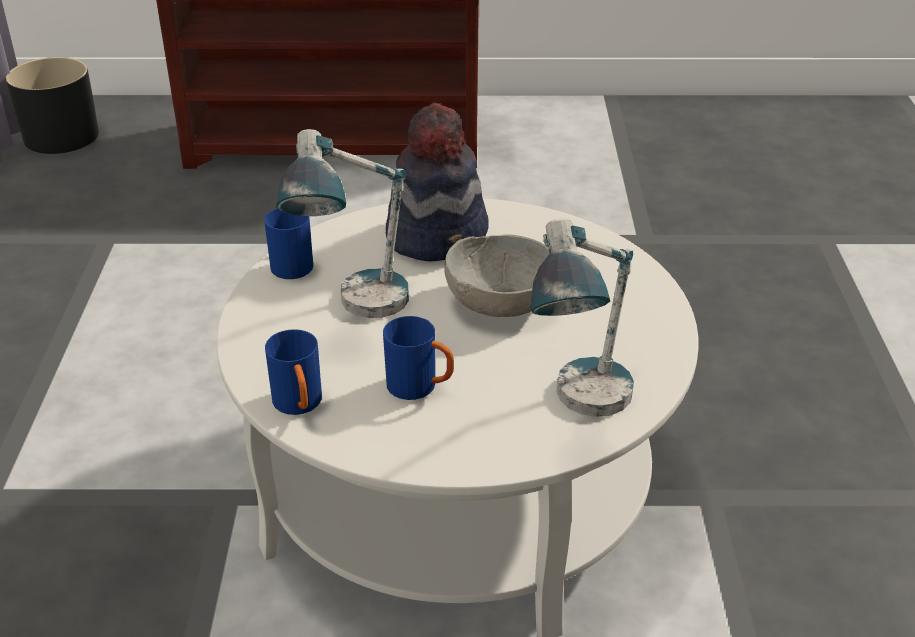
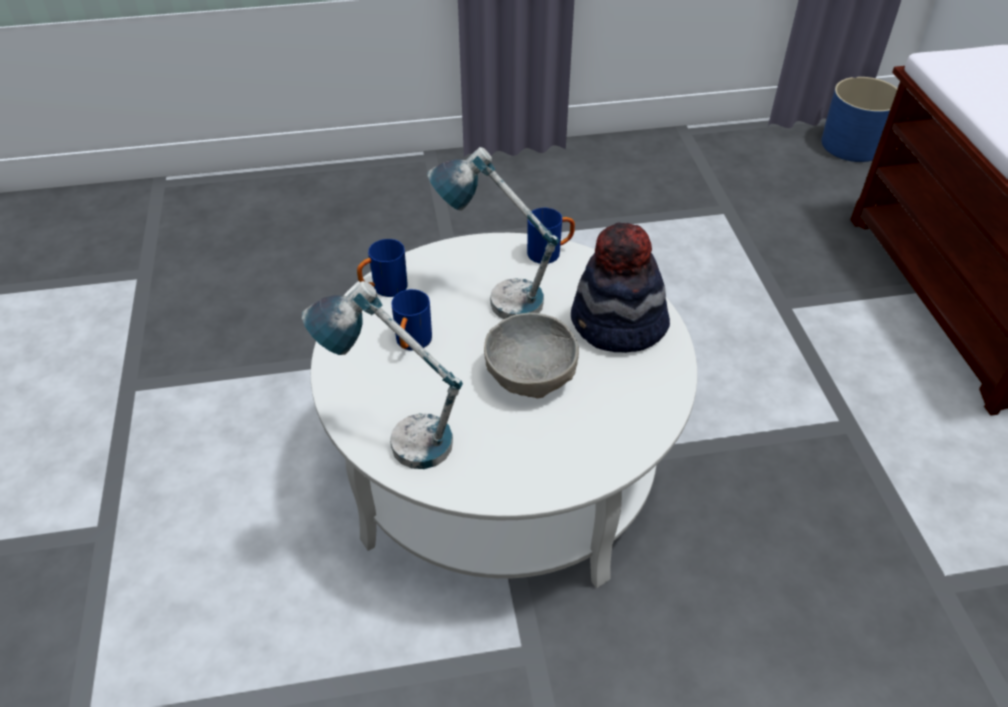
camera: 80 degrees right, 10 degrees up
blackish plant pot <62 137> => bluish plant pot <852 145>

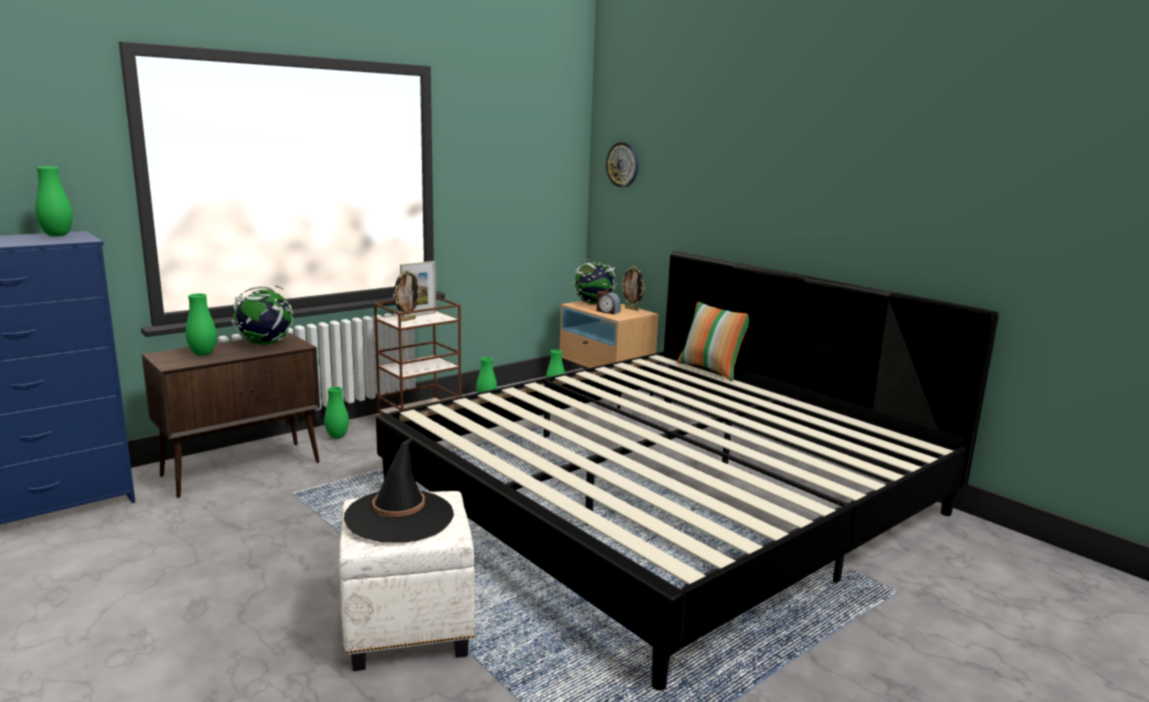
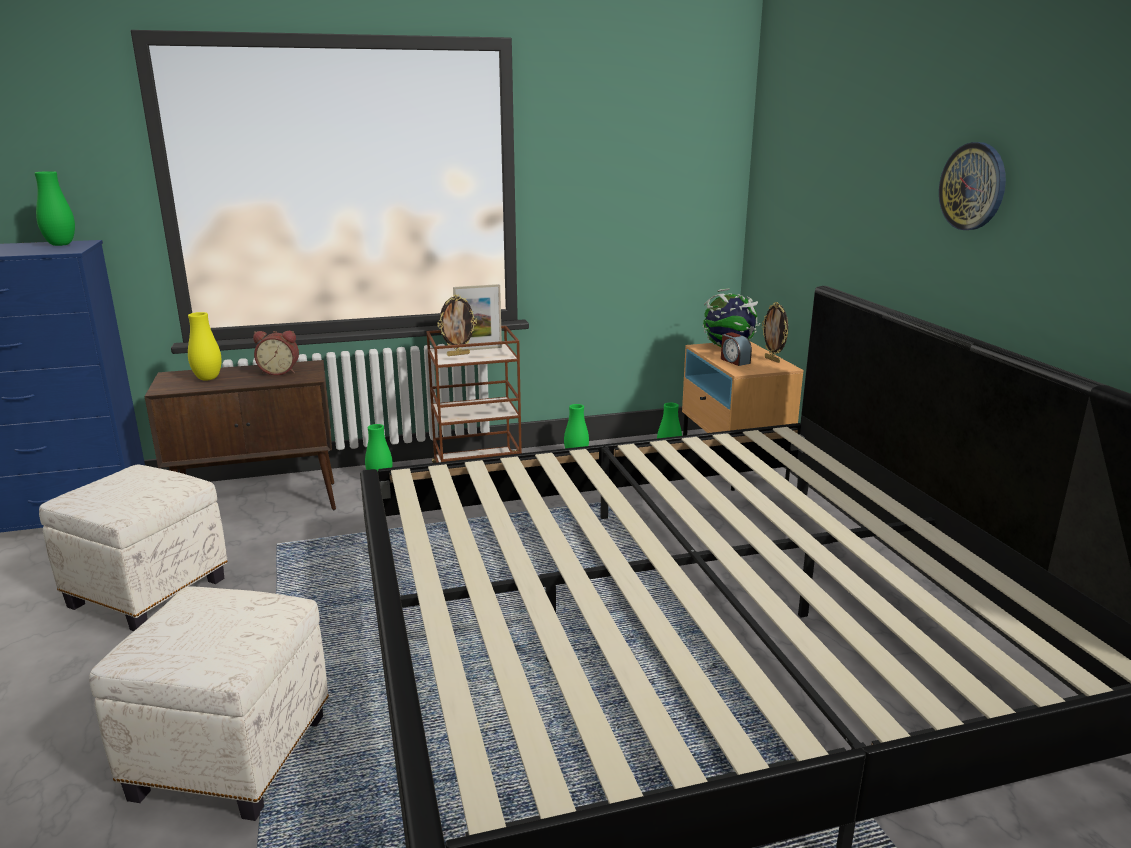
camera: 25 degrees right, 5 degrees up
hanging clock <623 164> => hanging clock <973 186>, relocated
world globe <264 344> => table clock <279 372>
greenish vase <203 354> => yellow-coloured vase <208 378>
throw pillow <711 370> => nothing
blackish clothing hat <399 516> => nothing
nothing => white ottoman <149 591>

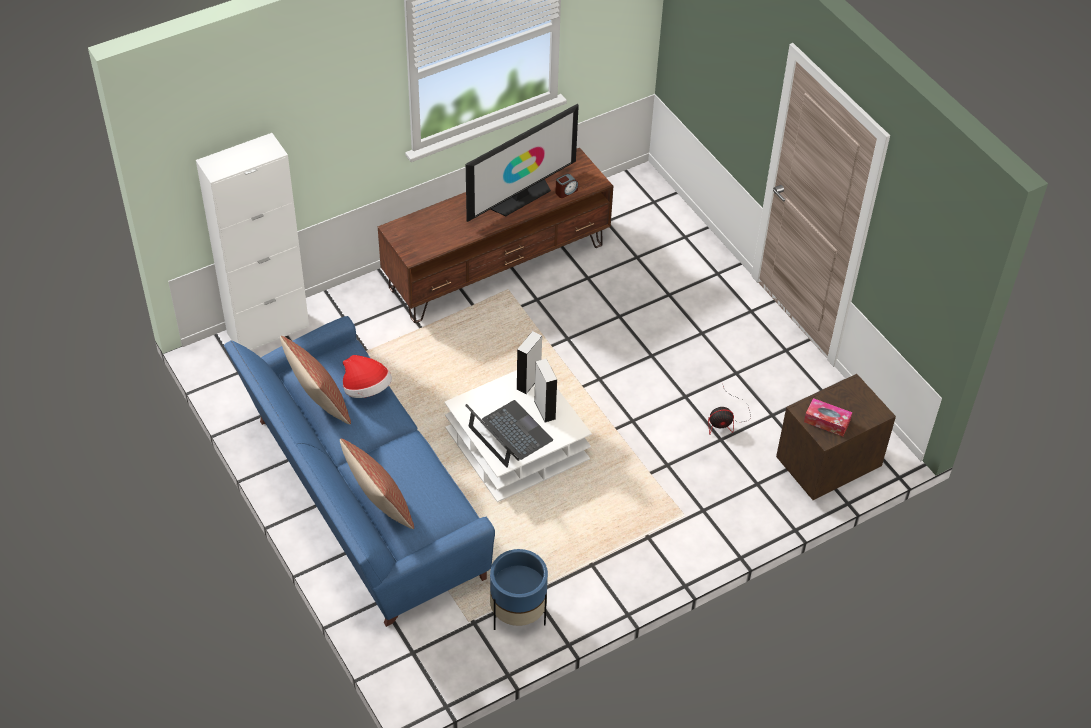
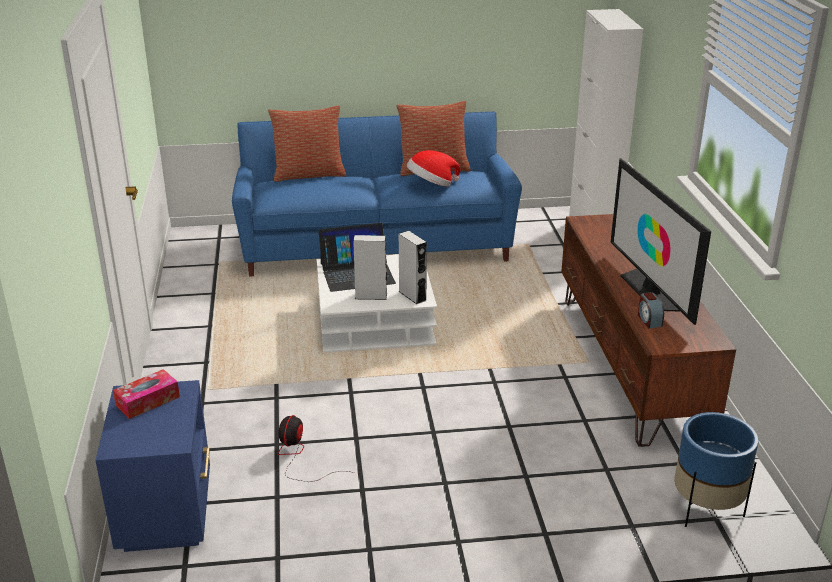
camera: 115 degrees right, 20 degrees down
brownish night table <825 466> => bluish night table <168 512>
bluish plant pot <518 614> => bluish plant pot <706 509>, relocated

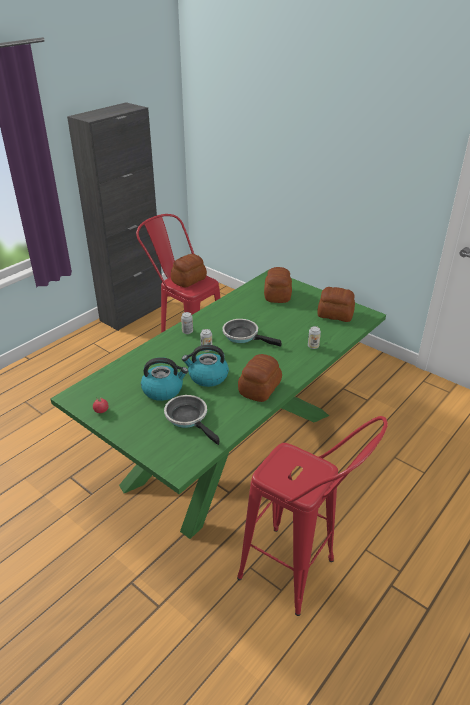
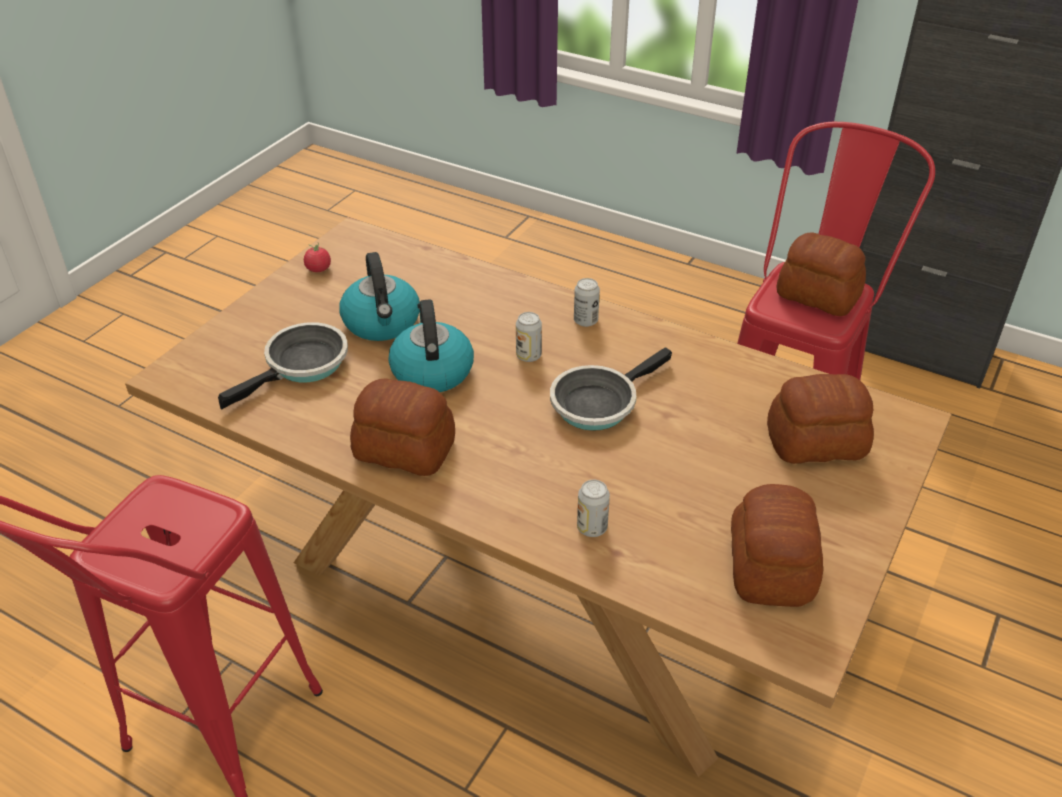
camera: 80 degrees right, 5 degrees up
greenish dining table <233 447> => brownish dining table <533 591>
pan <243 336> => pan <598 403>, 150 degrees counterclockwise

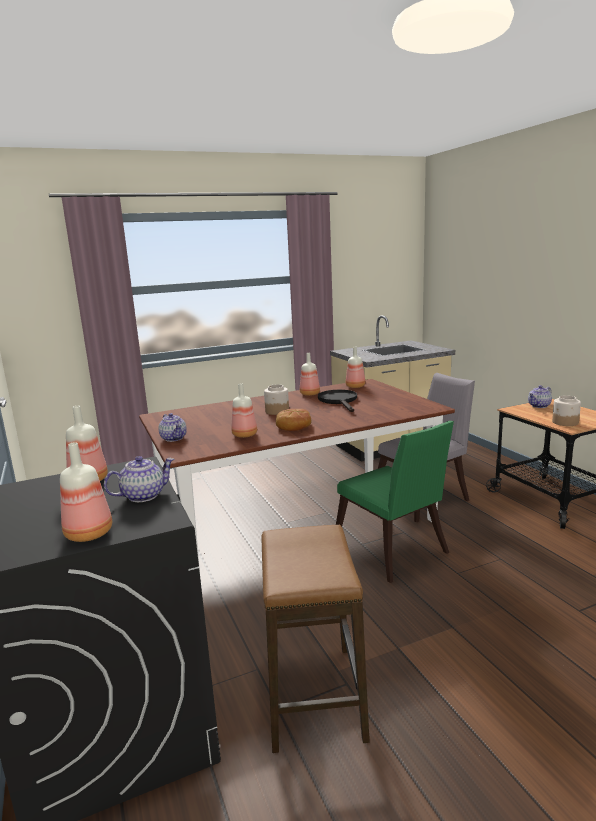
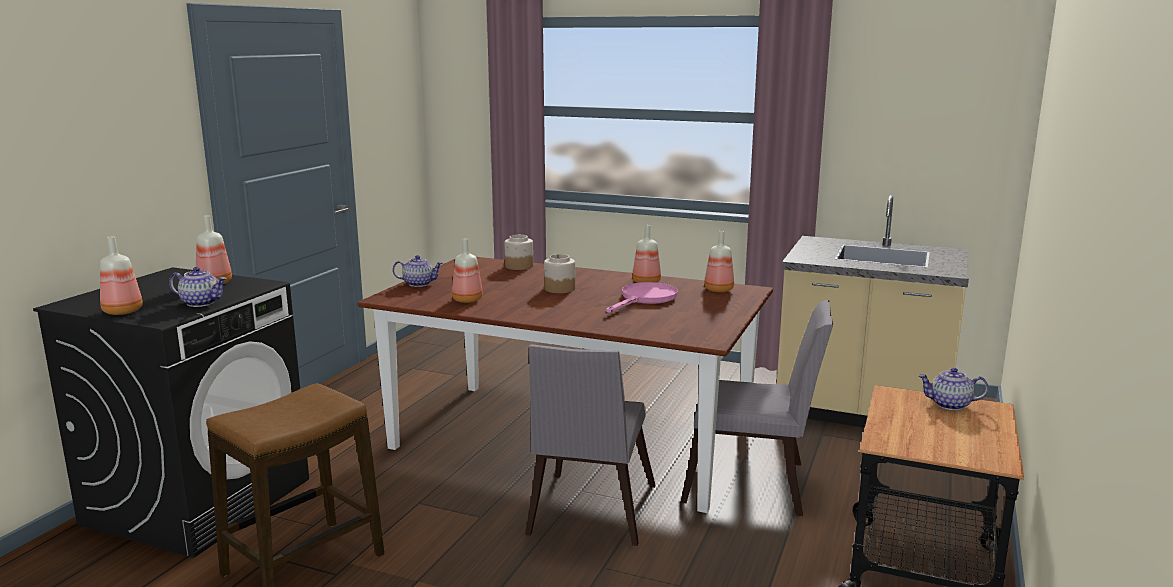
camera: 45 degrees right, 0 degrees up
blackish pan <339 401> => pink pan <645 299>
jar <565 422> => jar <518 266>, relocated
baked bread <293 426> => nothing
teapot <174 438> => teapot <419 284>, 105 degrees counterclockwise
greenish plain chair <393 553> => gray plain chair <588 514>

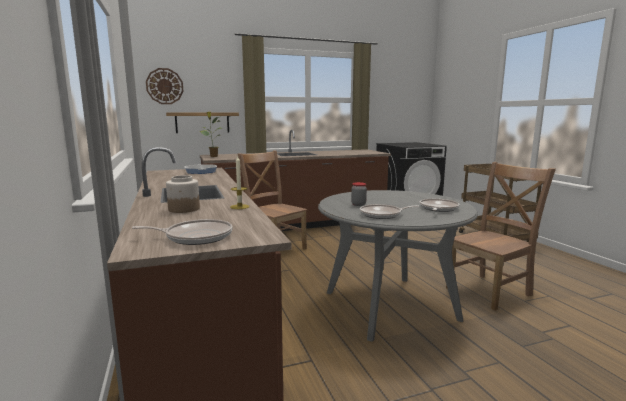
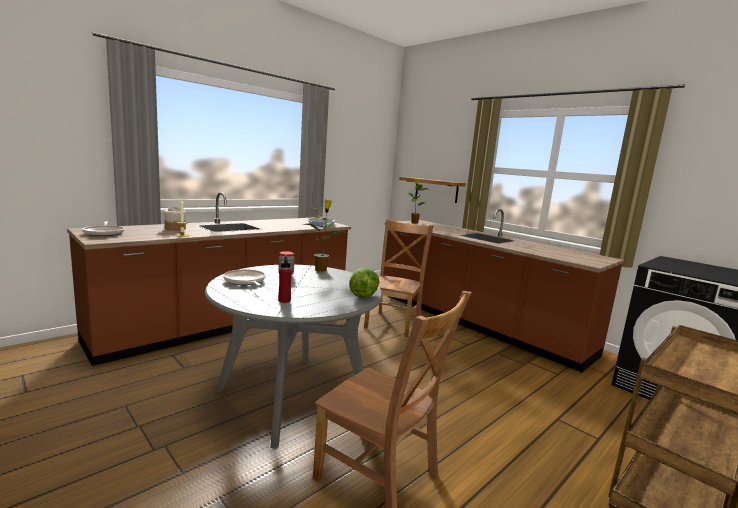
camera: 65 degrees right, 0 degrees up
hanging clock <164 86> => nothing
pan <438 209> => reddish drink bottle <284 300>
nothing => plant in a pot <321 270>
nothing => head of lettuce <363 295>

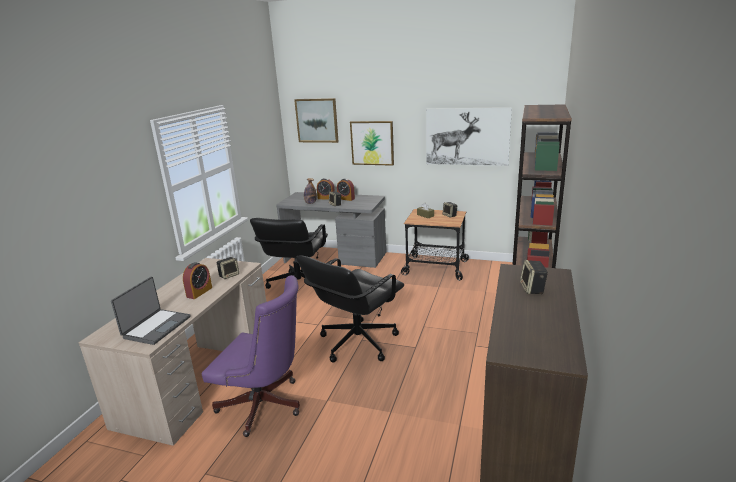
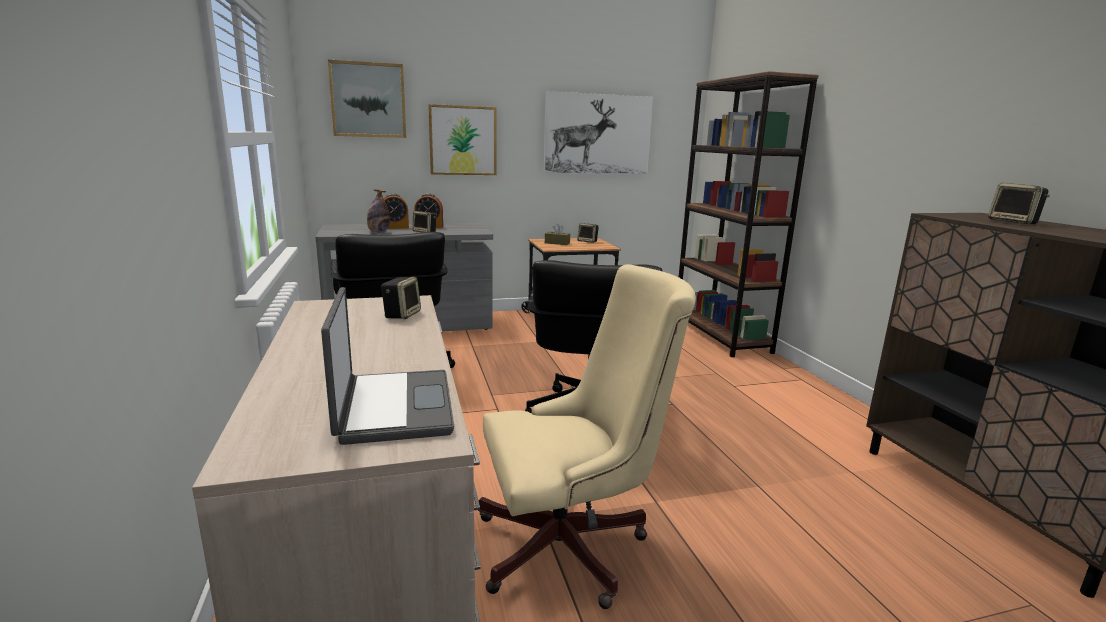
camera: 35 degrees left, 5 degrees down
table clock <199 292> => nothing
purple office chair <265 406> => beige-coloured office chair <572 546>

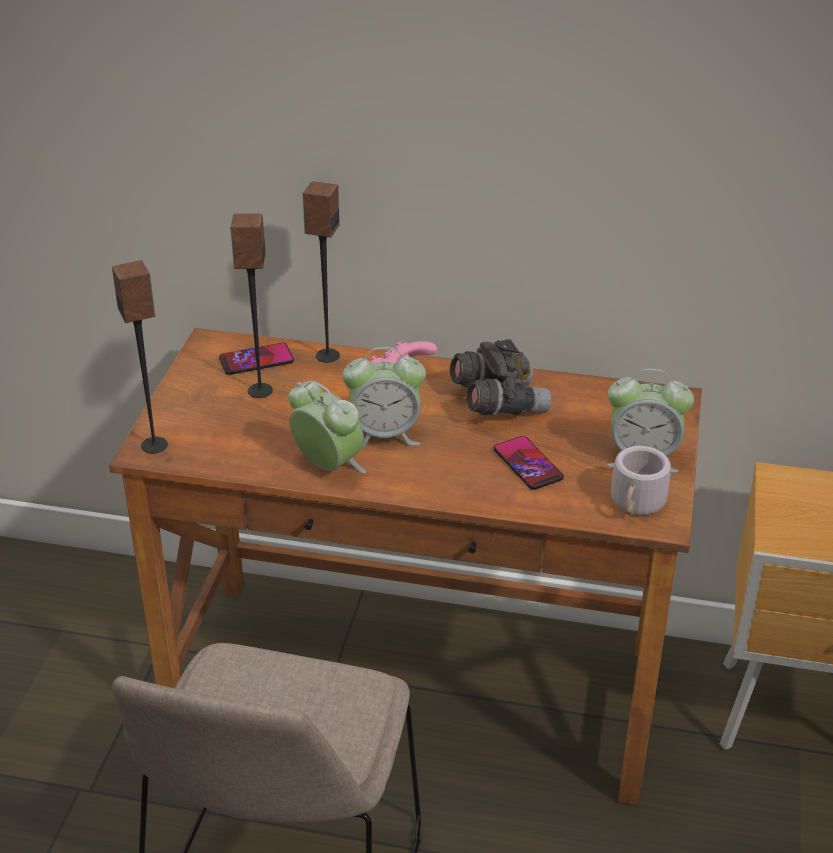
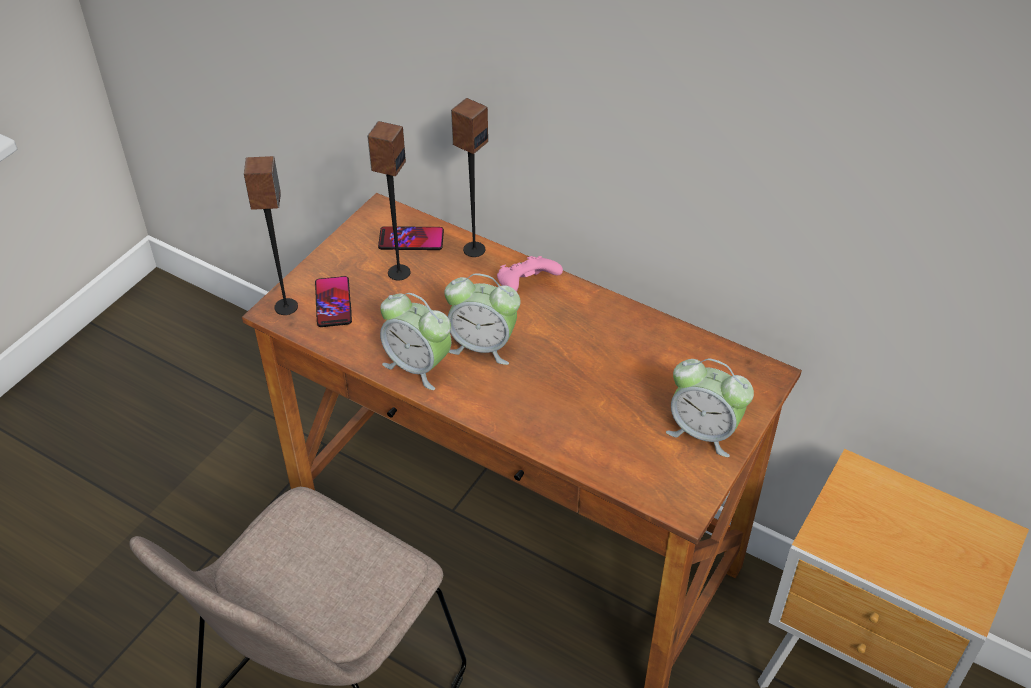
camera: 20 degrees right, 10 degrees up
gray pair of binoculars <498 403> => nothing
table clock <328 466> => table clock <418 366>, 150 degrees clockwise
telephone <528 464> => telephone <333 302>, relocated
gray mug <639 505> => nothing

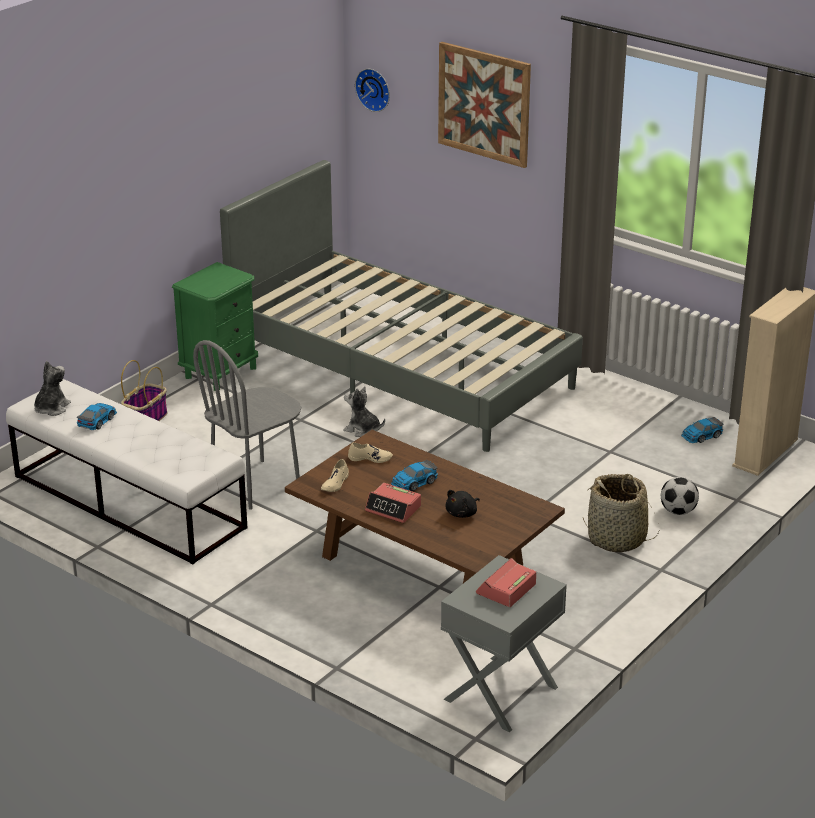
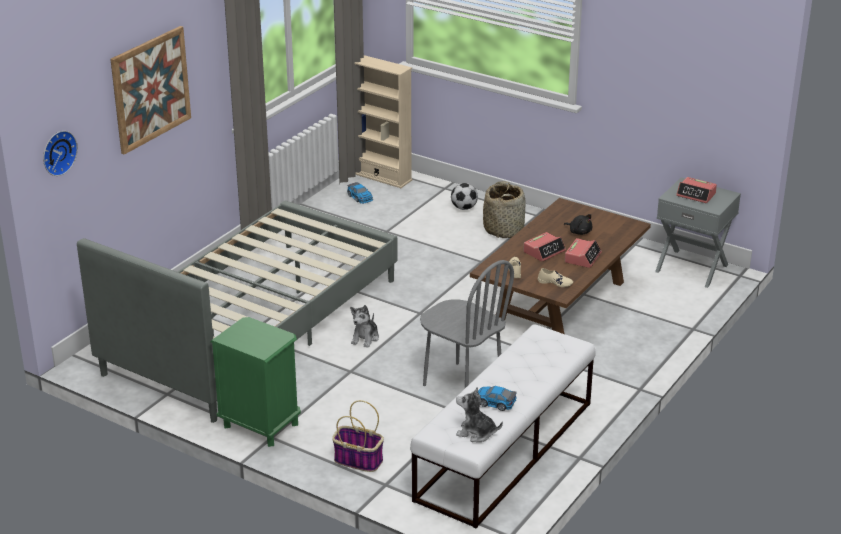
camera: 95 degrees left, 0 degrees up
miniature car <414 482> => table clock <544 251>

